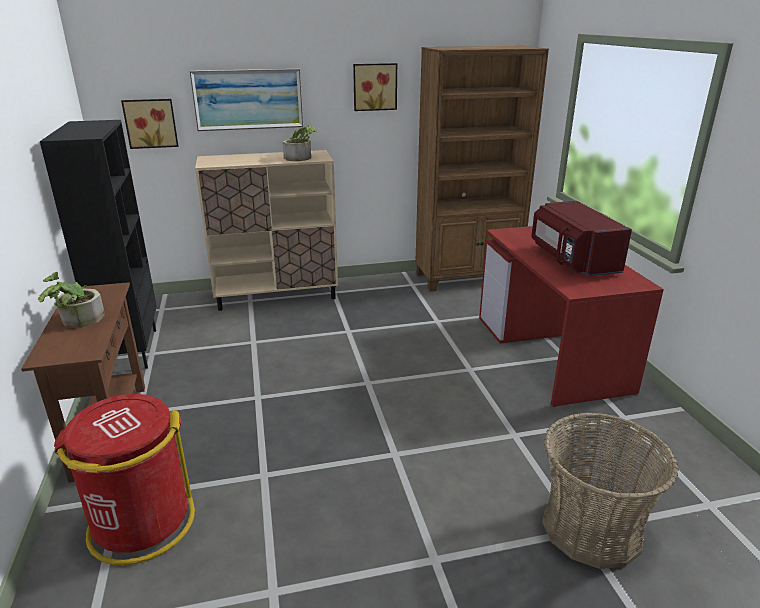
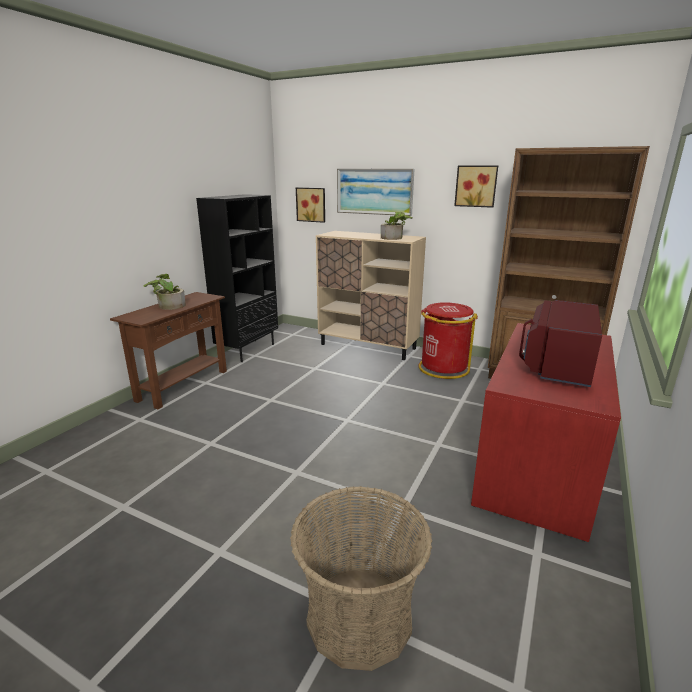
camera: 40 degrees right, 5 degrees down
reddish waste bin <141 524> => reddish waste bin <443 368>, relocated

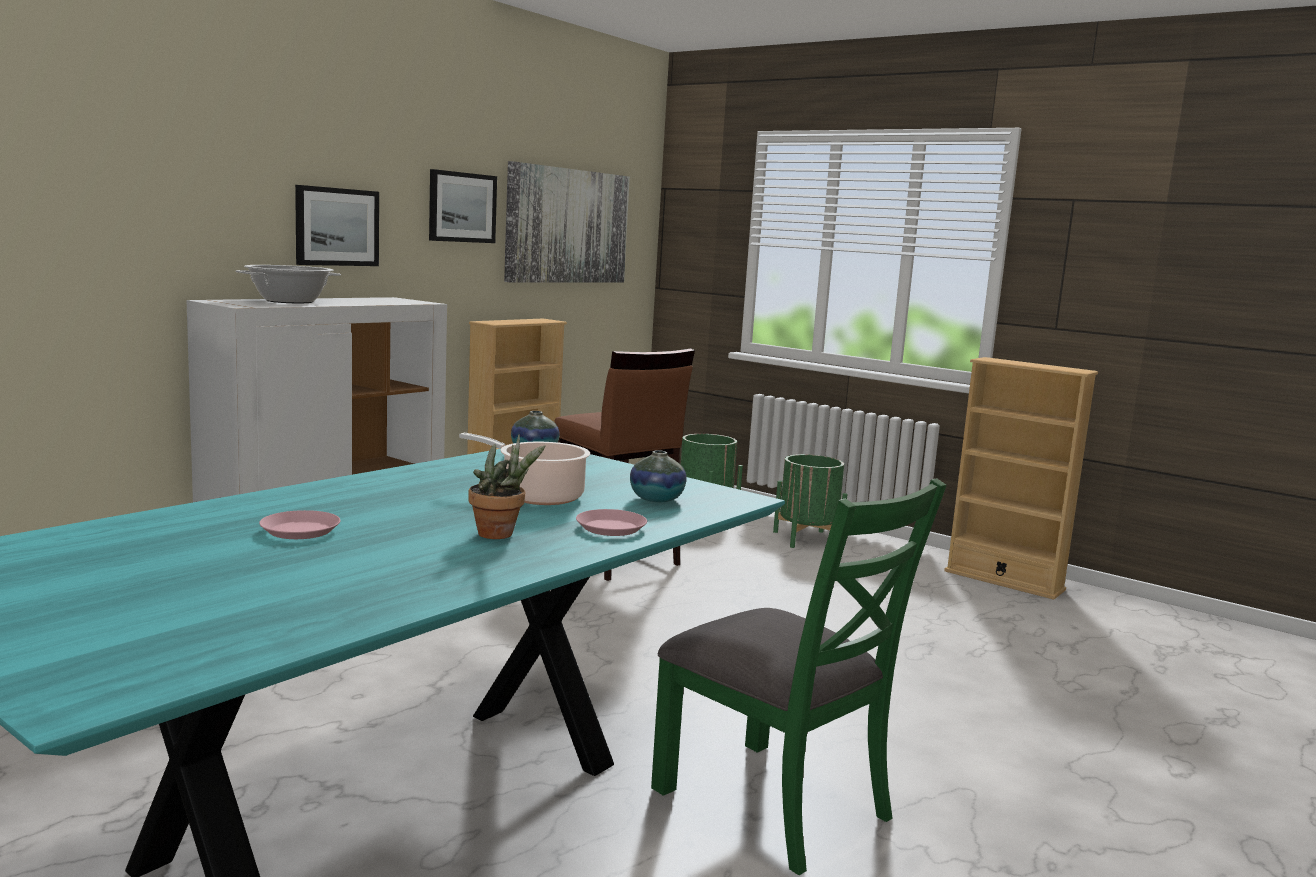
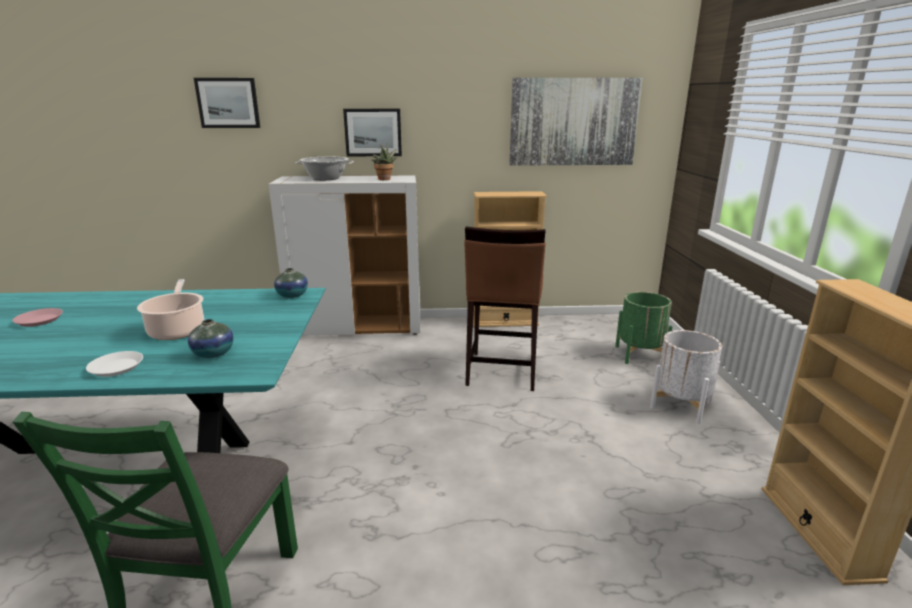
camera: 50 degrees right, 10 degrees up
wall picture <462 207> => wall picture <228 103>, relocated
plant in a pot <501 535> => plant in a pot <385 179>, relocated
greenish plant pot <807 539> => white plant pot <681 405>
pink plate <610 528> => white plate <116 367>

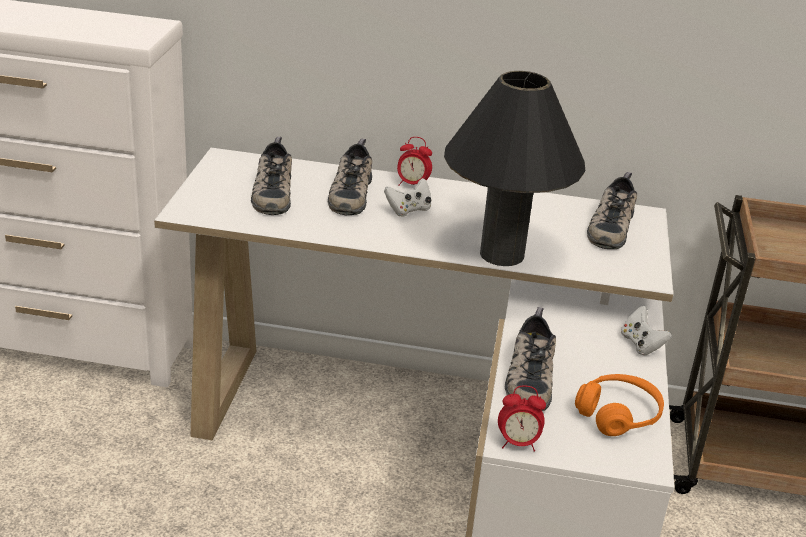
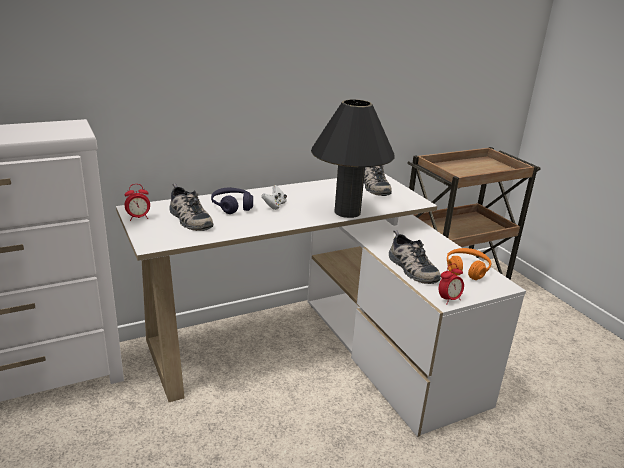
camera: 35 degrees left, 5 degrees down
table clock <412 185> => table clock <138 218>, relocated
shoe <349 193> => purple pair of headphones <232 206>
white game controller <641 344> => nothing

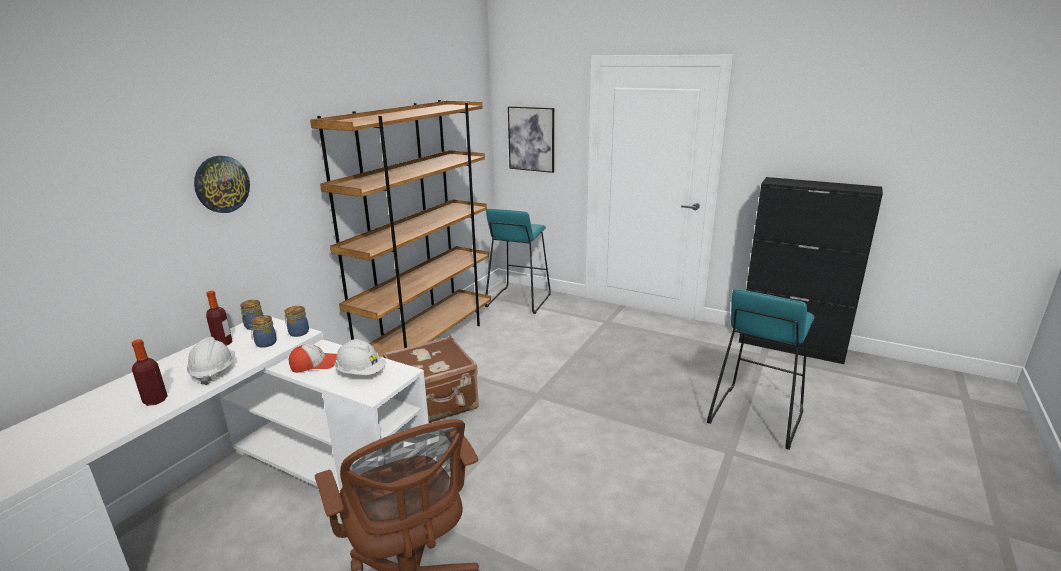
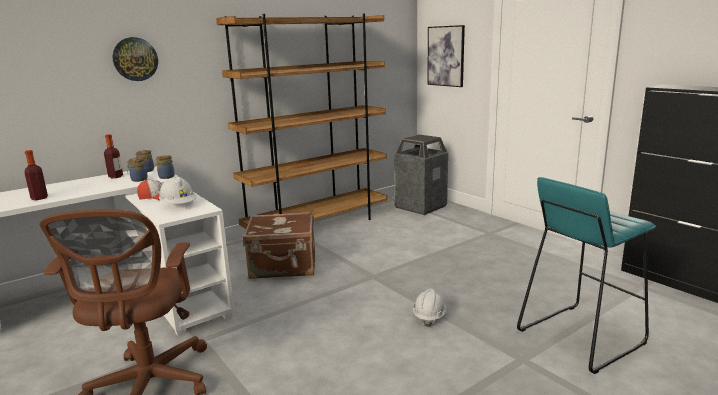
camera: 25 degrees right, 5 degrees down
turquoise-coloured stool <518 300> => waste bin <420 207>
white hard hat <214 372> => white hard hat <429 317>, relocated

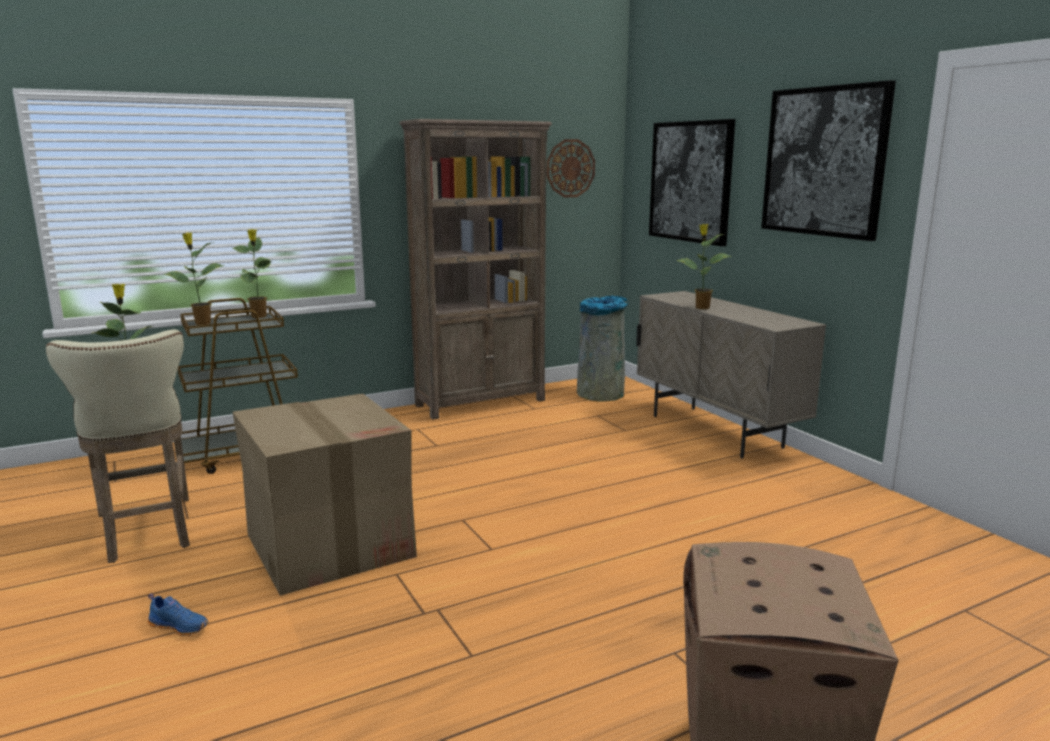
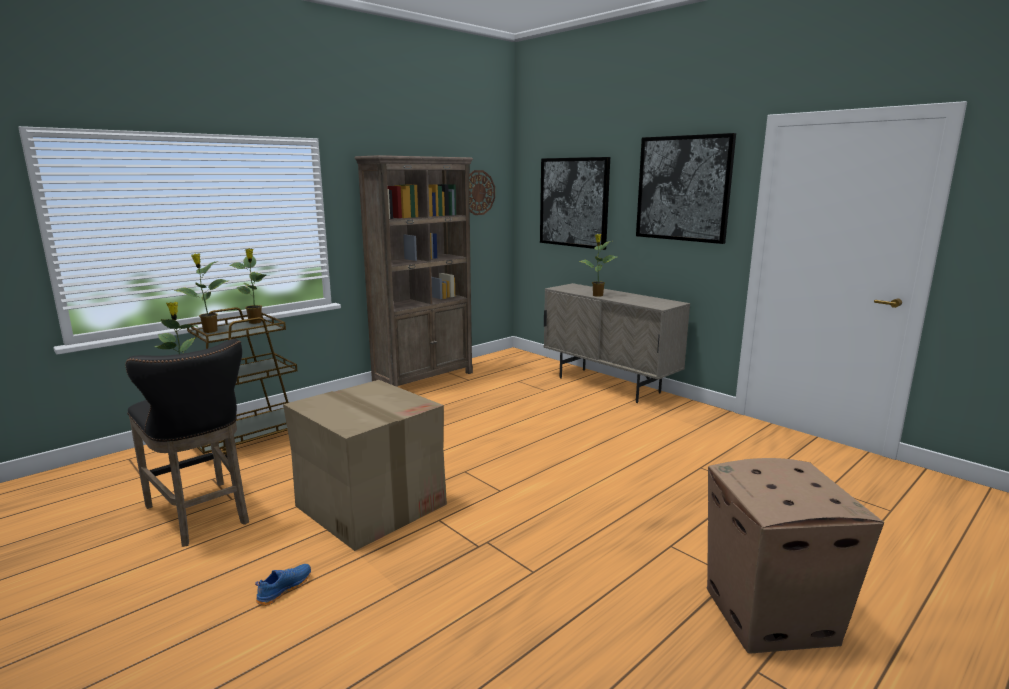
camera: 15 degrees left, 0 degrees up
gray waste bin <600 393> => nothing
beige-coloured stool <146 532> => blackish stool <201 516>
bluish shoe <180 626> => bluish shoe <284 589>, 60 degrees counterclockwise

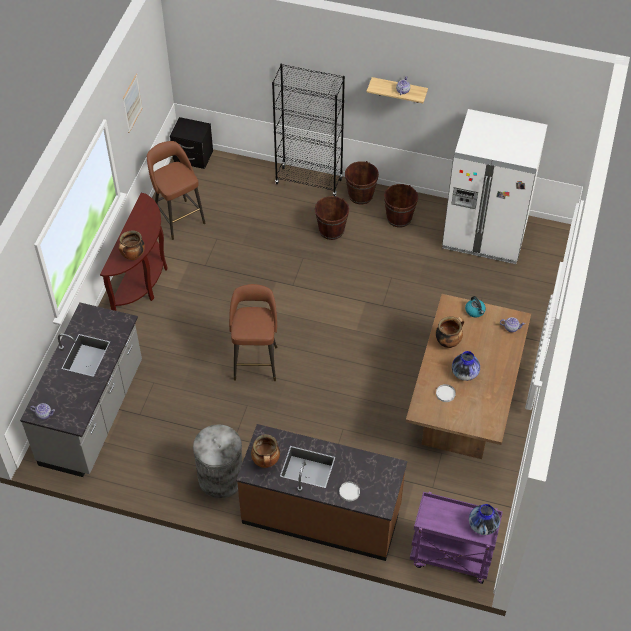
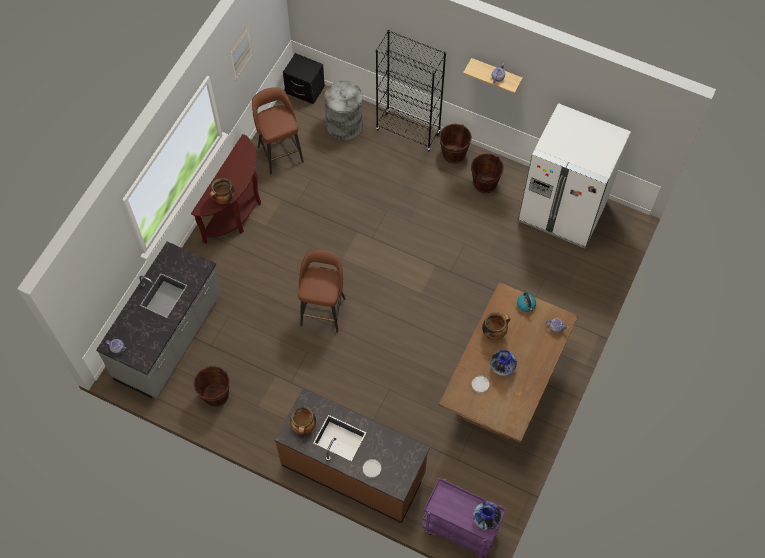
camera: 10 degrees right, 10 degrees up
brownish water bucket <331 230> => brownish water bucket <216 395>, relocated
gray waste bin <221 478> => gray waste bin <345 126>, relocated

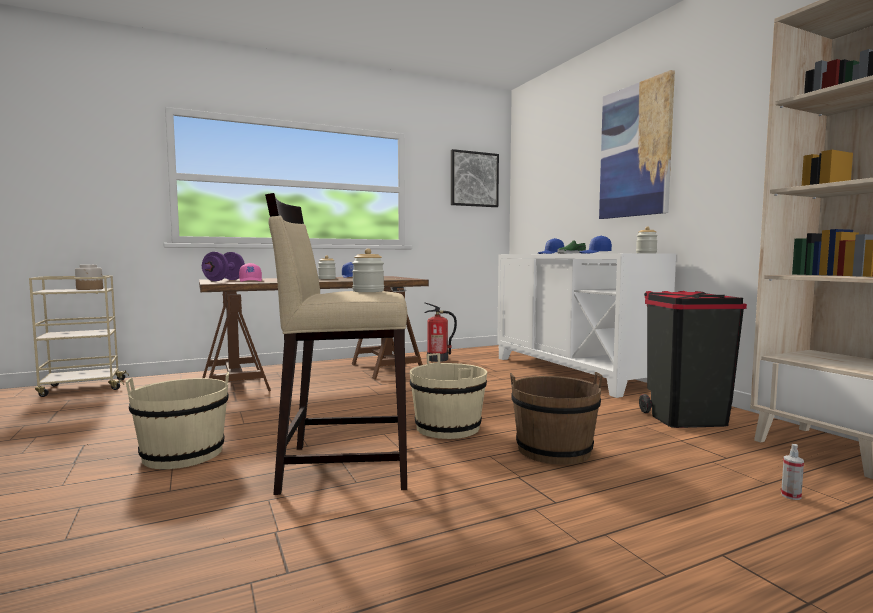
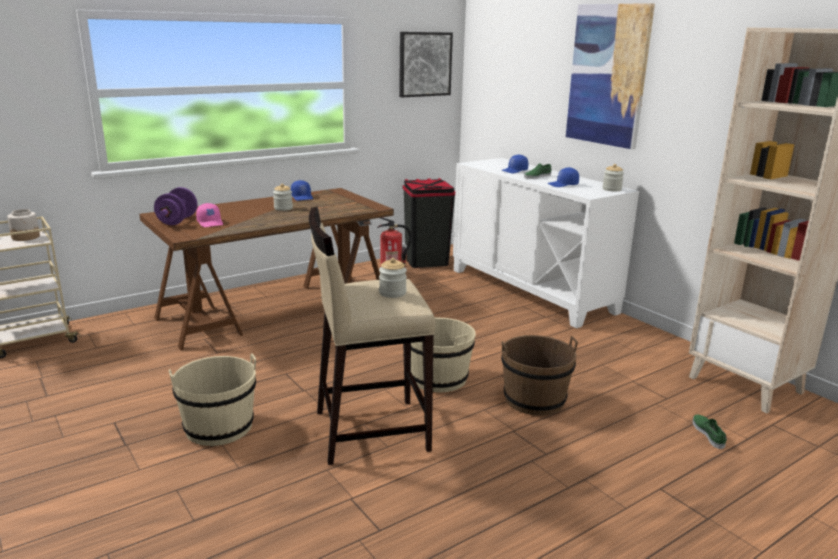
camera: 10 degrees left, 15 degrees up
blackish waste bin <685 418> => blackish waste bin <426 261>, relocated
sprayer <791 496> => greenish shoe <708 434>

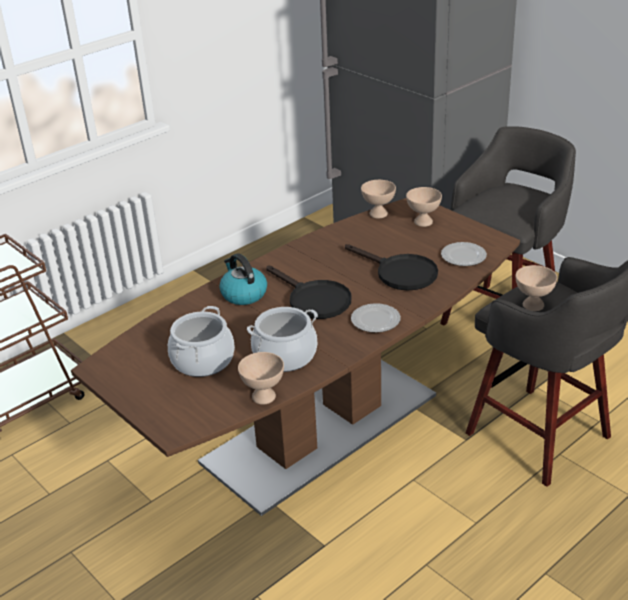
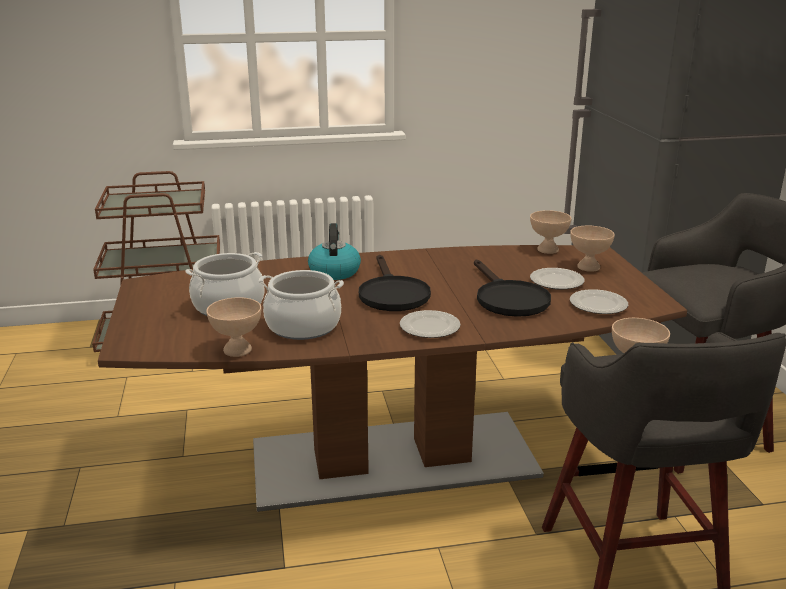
camera: 30 degrees right, 10 degrees down
nothing => plate <556 281>

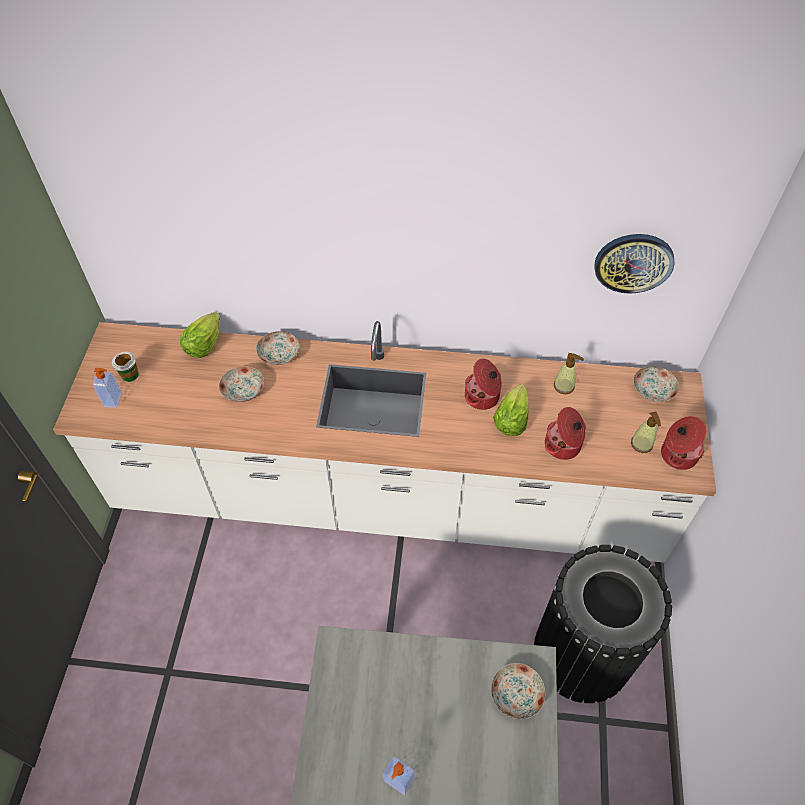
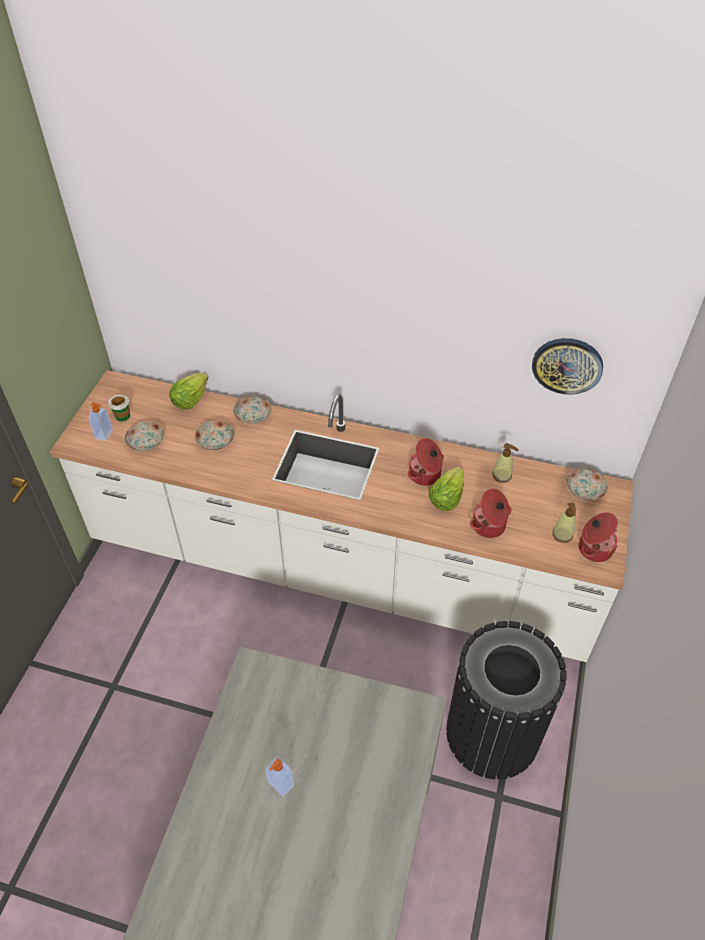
camera: 10 degrees right, 5 degrees down
plate <516 694> => plate <146 442>, relocated

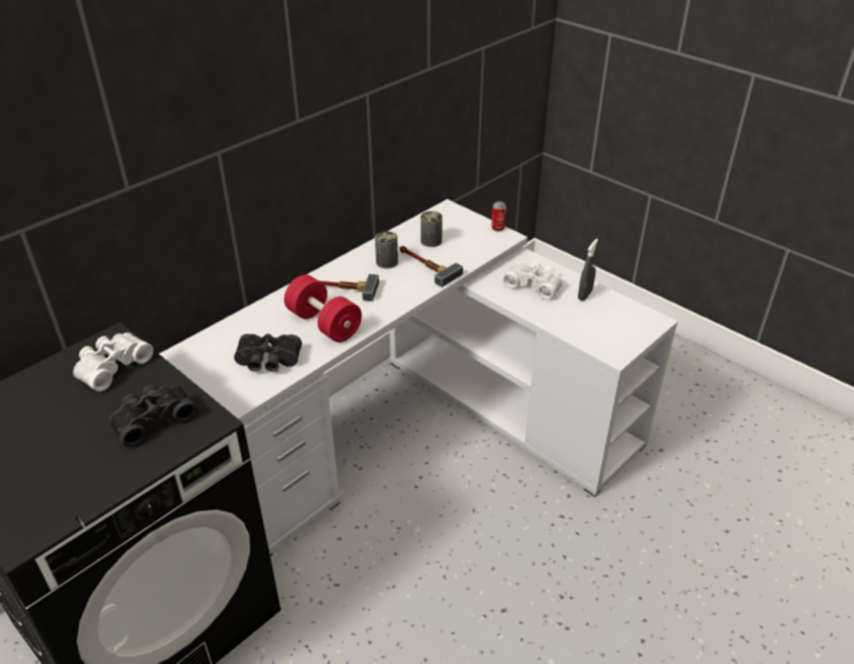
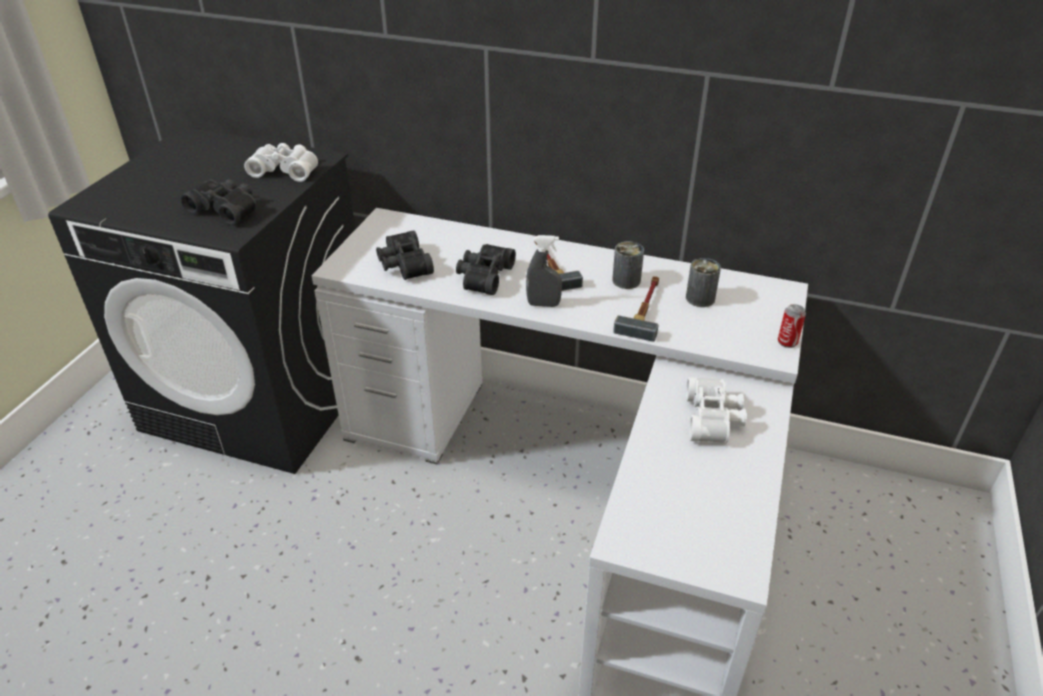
camera: 65 degrees right, 0 degrees up
gray sprayer <585 295> => gray sprayer <543 304>, relocated
reddish dumbbell <324 324> => blackish pair of binoculars <483 276>

